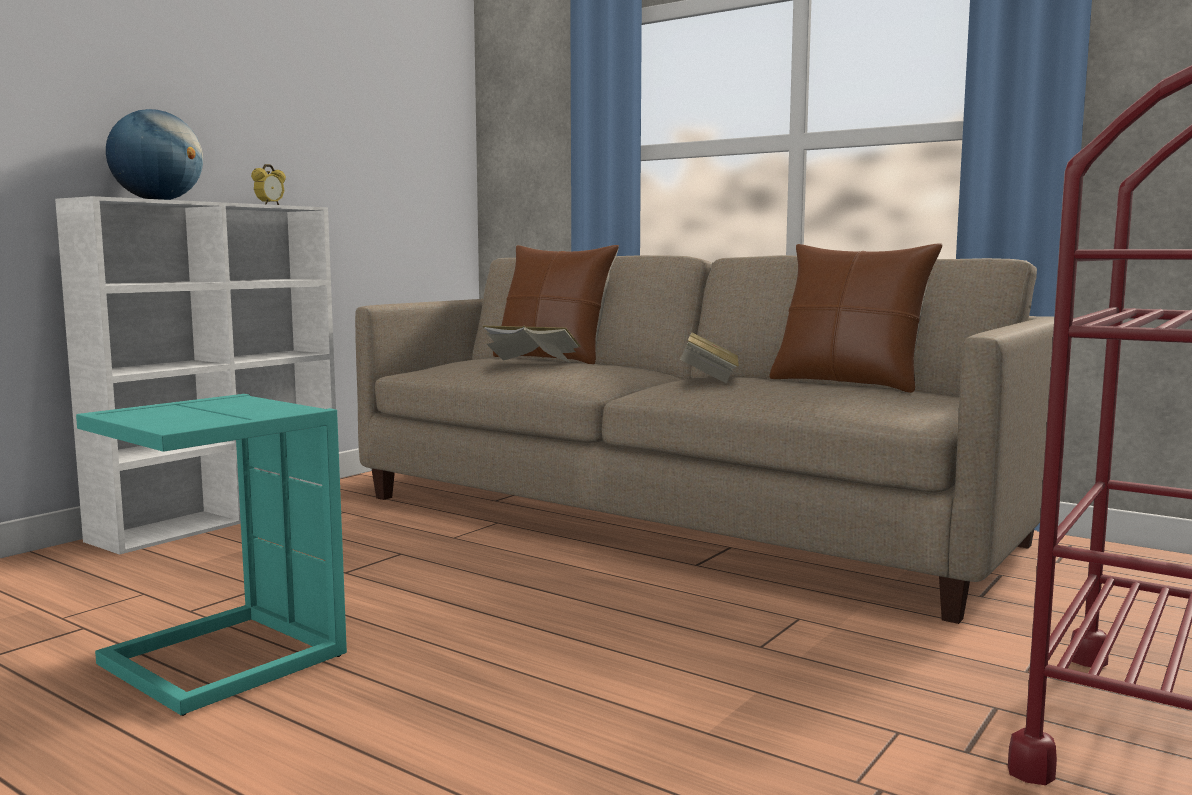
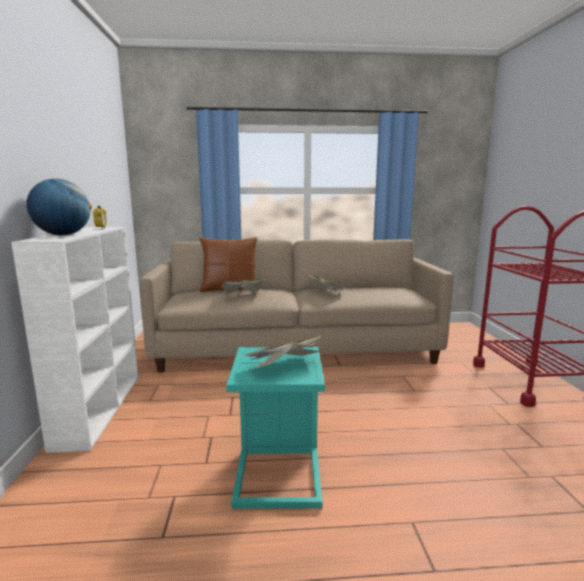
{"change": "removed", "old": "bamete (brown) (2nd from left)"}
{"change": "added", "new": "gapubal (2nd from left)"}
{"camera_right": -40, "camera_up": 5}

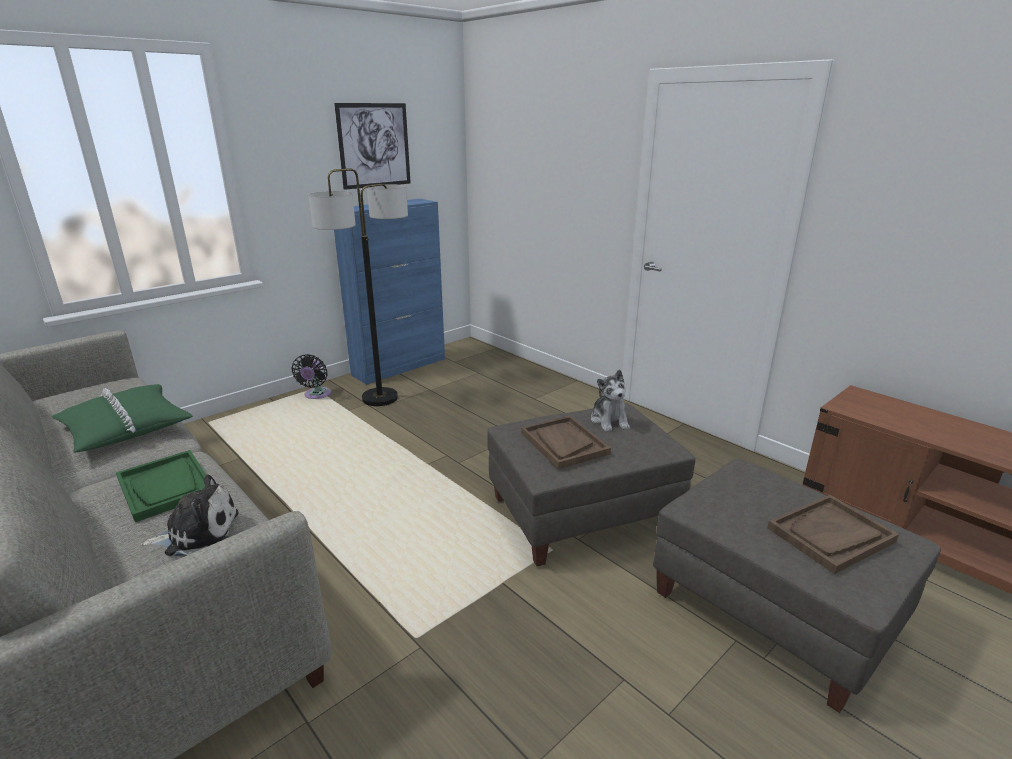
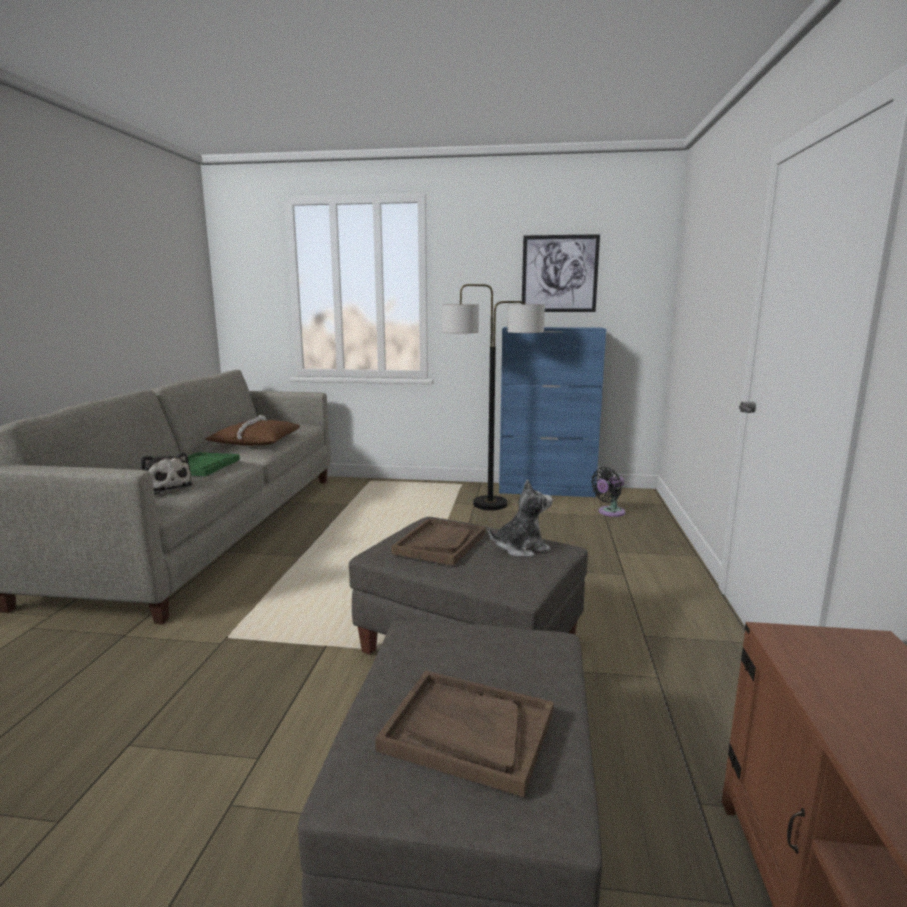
{"change": "recoloured", "old": "bamete (green)", "new": "bamete (brown)"}
{"change": "moved", "old": "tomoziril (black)"}
{"change": "turned", "old": "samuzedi (2nd from left)", "degrees": -150}
{"camera_right": 50, "camera_up": -10}

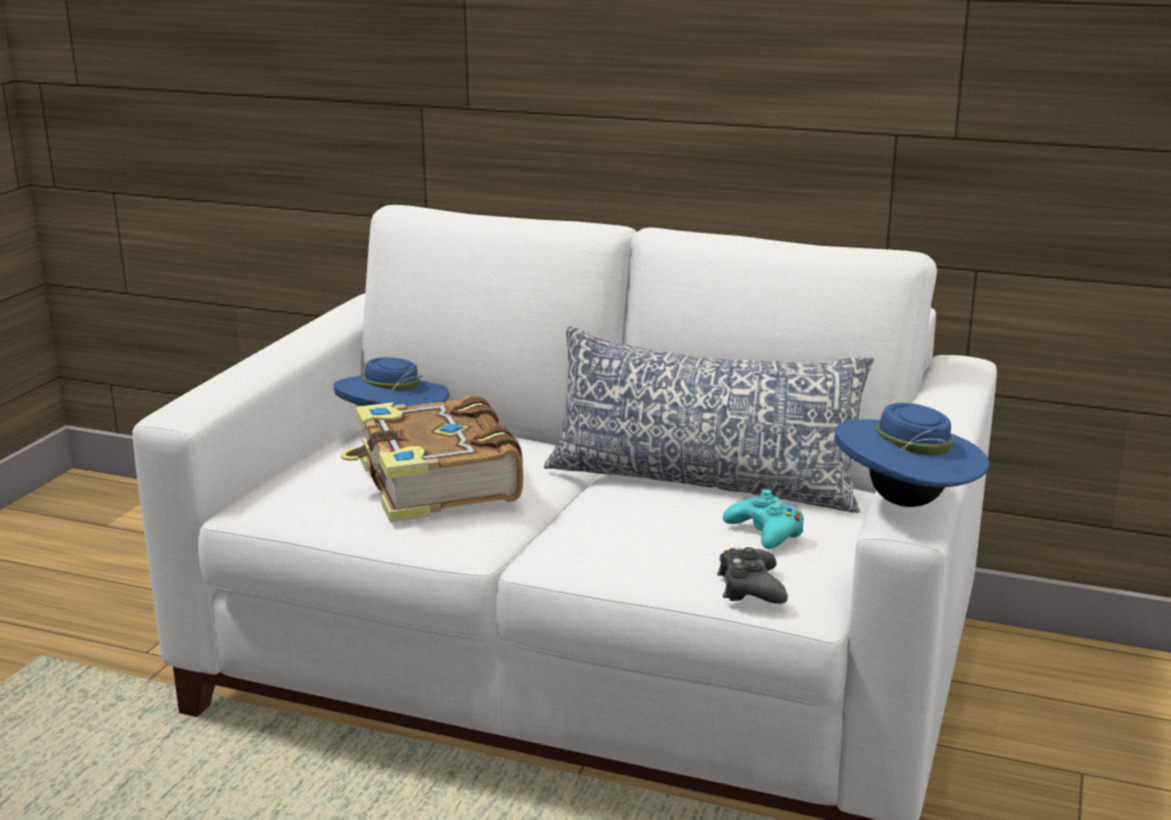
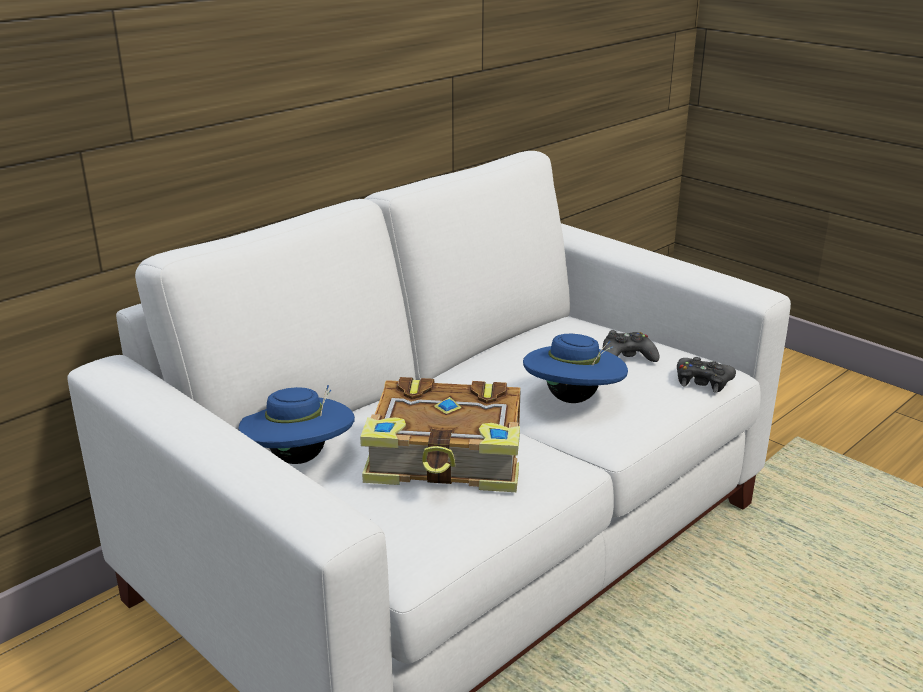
{"change": "removed", "old": "bamete"}
{"change": "recoloured", "old": "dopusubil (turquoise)", "new": "dopusubil (black) (1st from left)"}
{"change": "moved", "old": "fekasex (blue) (2nd from left)"}
{"camera_right": -65, "camera_up": 5}

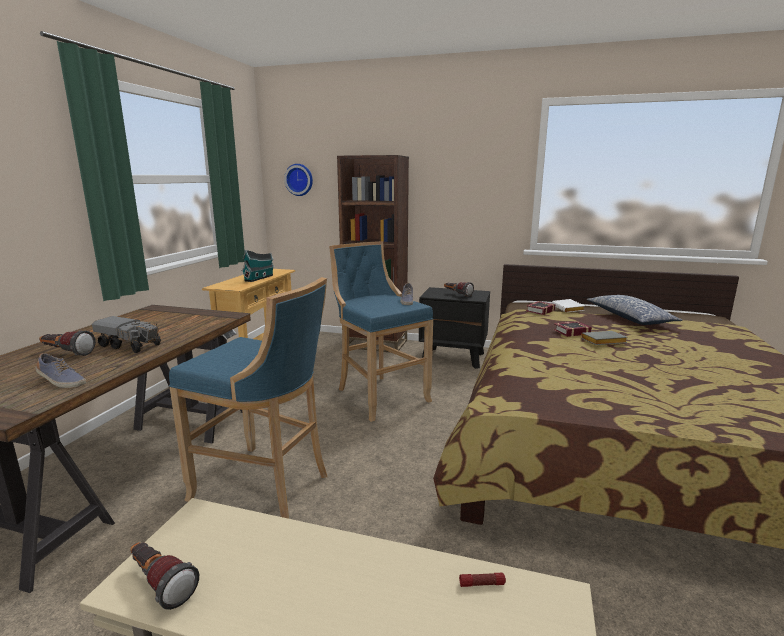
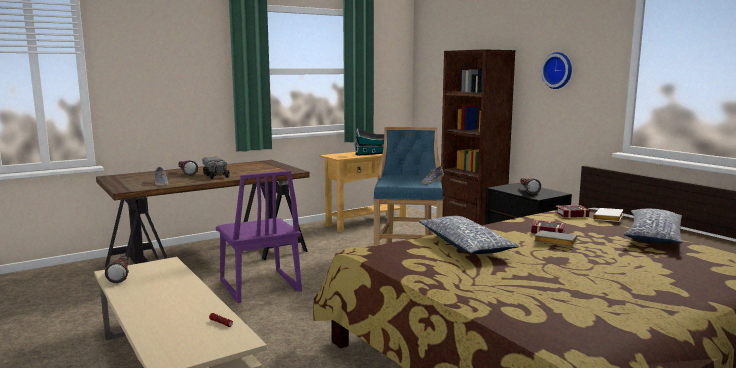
{"change": "replaced", "old": "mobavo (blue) (1st from left)", "new": "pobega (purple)"}
{"change": "moved", "old": "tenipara"}
{"change": "added", "new": "bamete (1st from left)"}
{"camera_right": 40, "camera_up": -5}

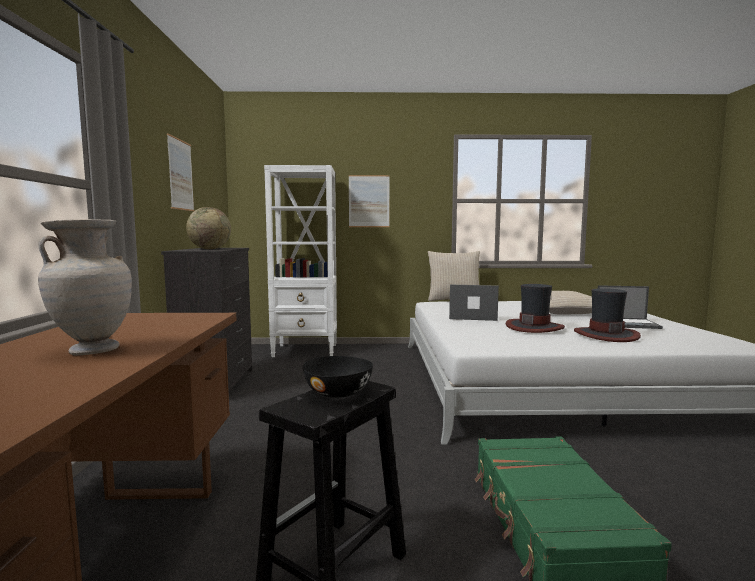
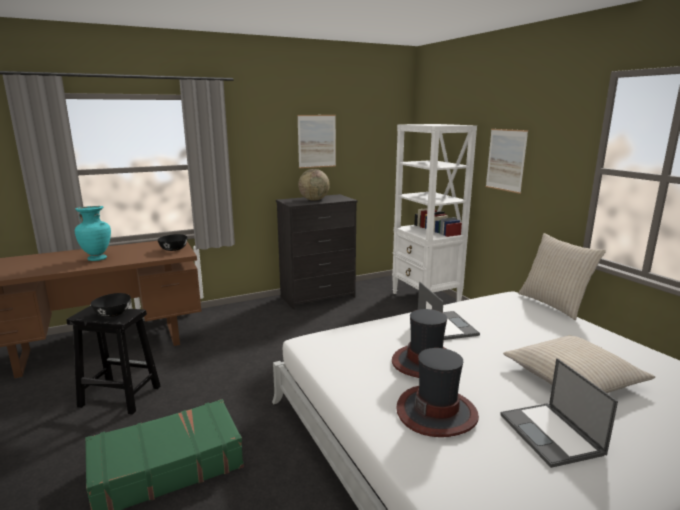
{"change": "recoloured", "old": "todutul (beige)", "new": "todutul (turquoise)"}
{"change": "added", "new": "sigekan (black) (2nd from left)"}
{"camera_right": 65, "camera_up": 10}

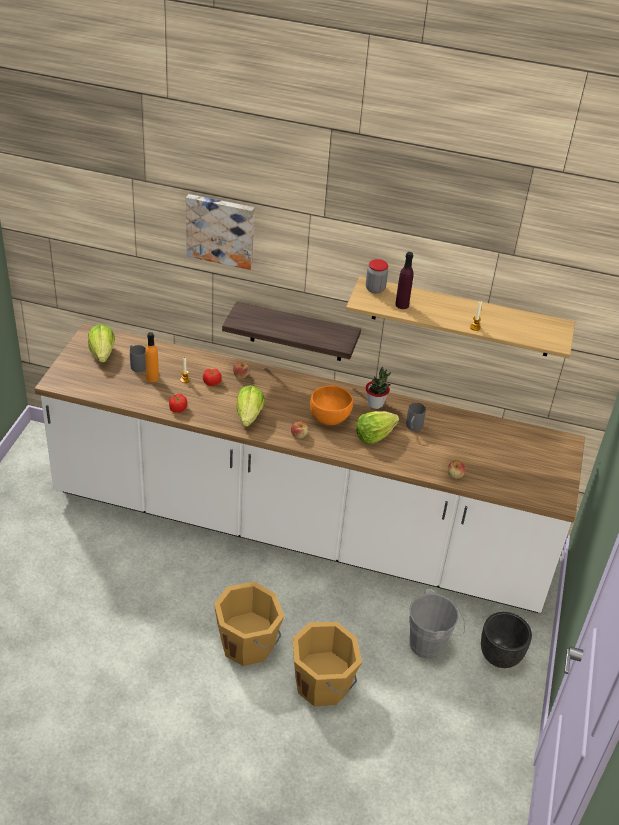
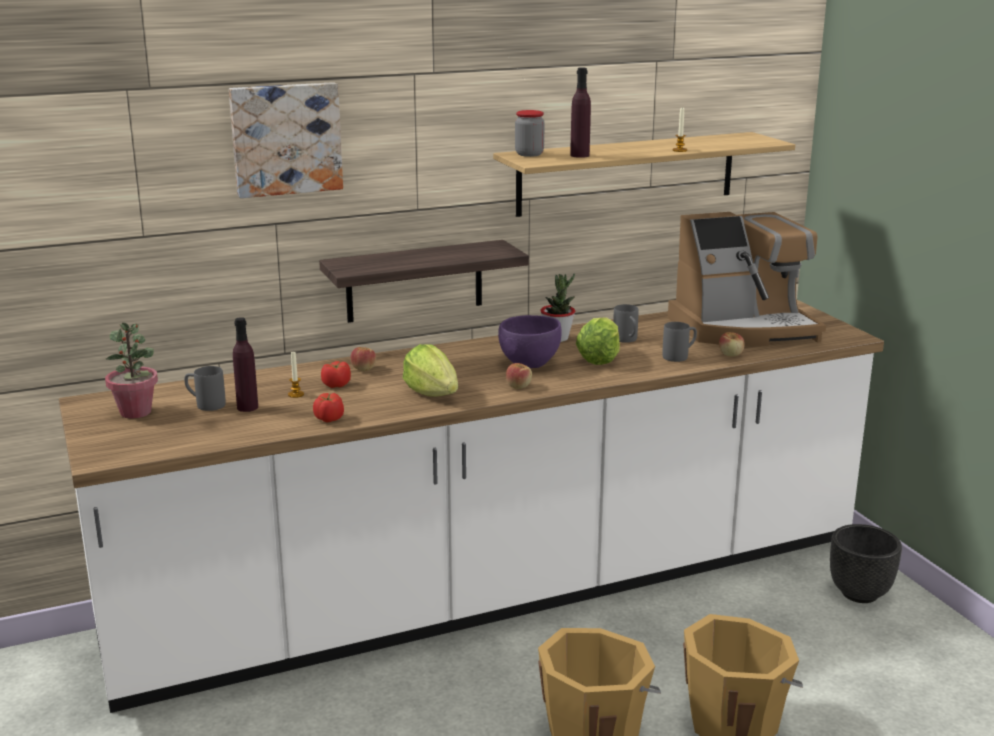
{"change": "replaced", "old": "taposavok (1st from left)", "new": "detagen (1st from left)"}
{"change": "recoloured", "old": "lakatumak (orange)", "new": "lakatumak (purple) (1st from left)"}
{"change": "recoloured", "old": "sigekan (orange)", "new": "sigekan (purple)"}
{"change": "removed", "old": "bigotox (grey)"}
{"change": "added", "new": "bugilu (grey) (3rd from left)"}
{"change": "added", "new": "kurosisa"}
{"camera_right": -35, "camera_up": -20}

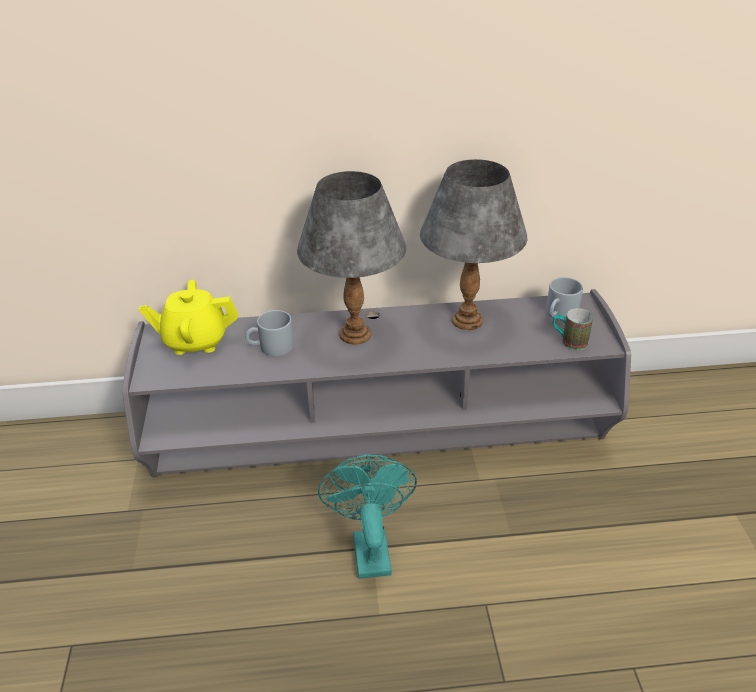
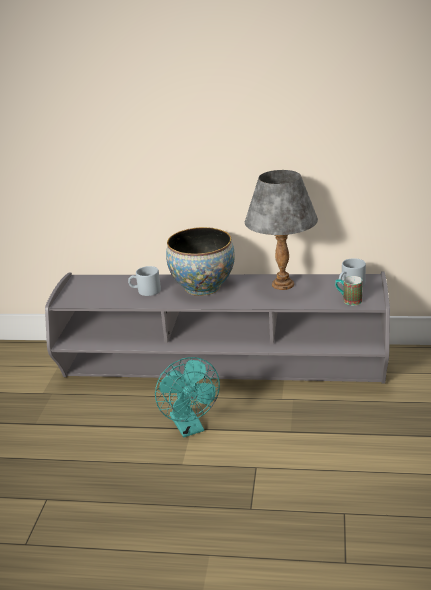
{"change": "removed", "old": "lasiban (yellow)"}
{"change": "replaced", "old": "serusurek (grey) (1st from left)", "new": "sigekan"}
{"change": "turned", "old": "tomoziril (turquoise)", "degrees": 150}
{"camera_right": 15, "camera_up": -10}

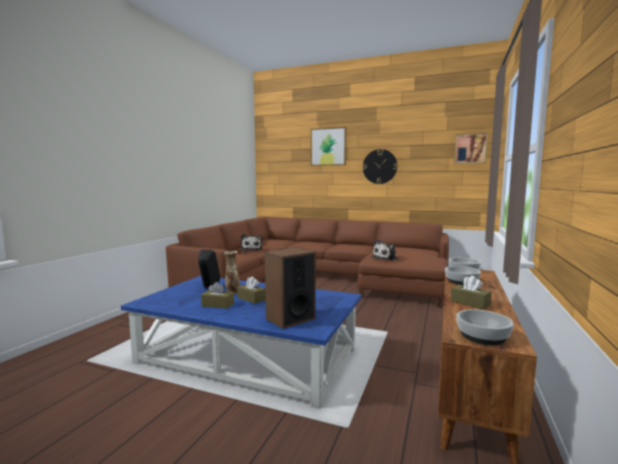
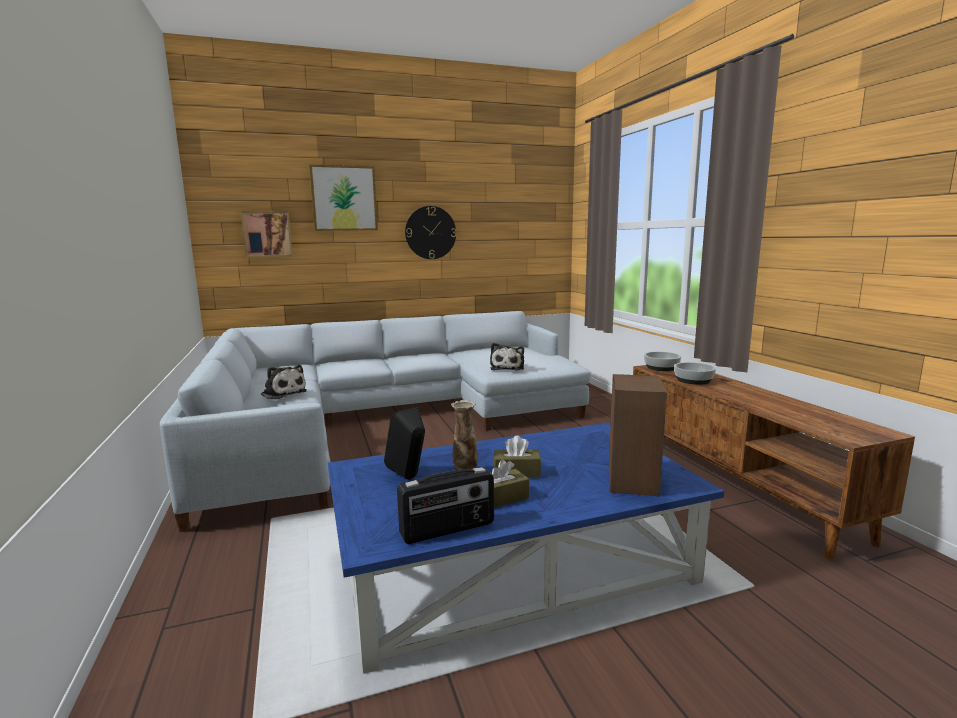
{"change": "recoloured", "old": "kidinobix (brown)", "new": "kidinobix (grey)"}
{"change": "removed", "old": "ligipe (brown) (3rd from left)"}
{"change": "moved", "old": "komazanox (2nd from left in the first image)", "new": "komazanox (1st from left)"}
{"change": "removed", "old": "sigekan (3rd from left)"}
{"change": "added", "new": "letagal"}
{"camera_right": -40, "camera_up": 5}

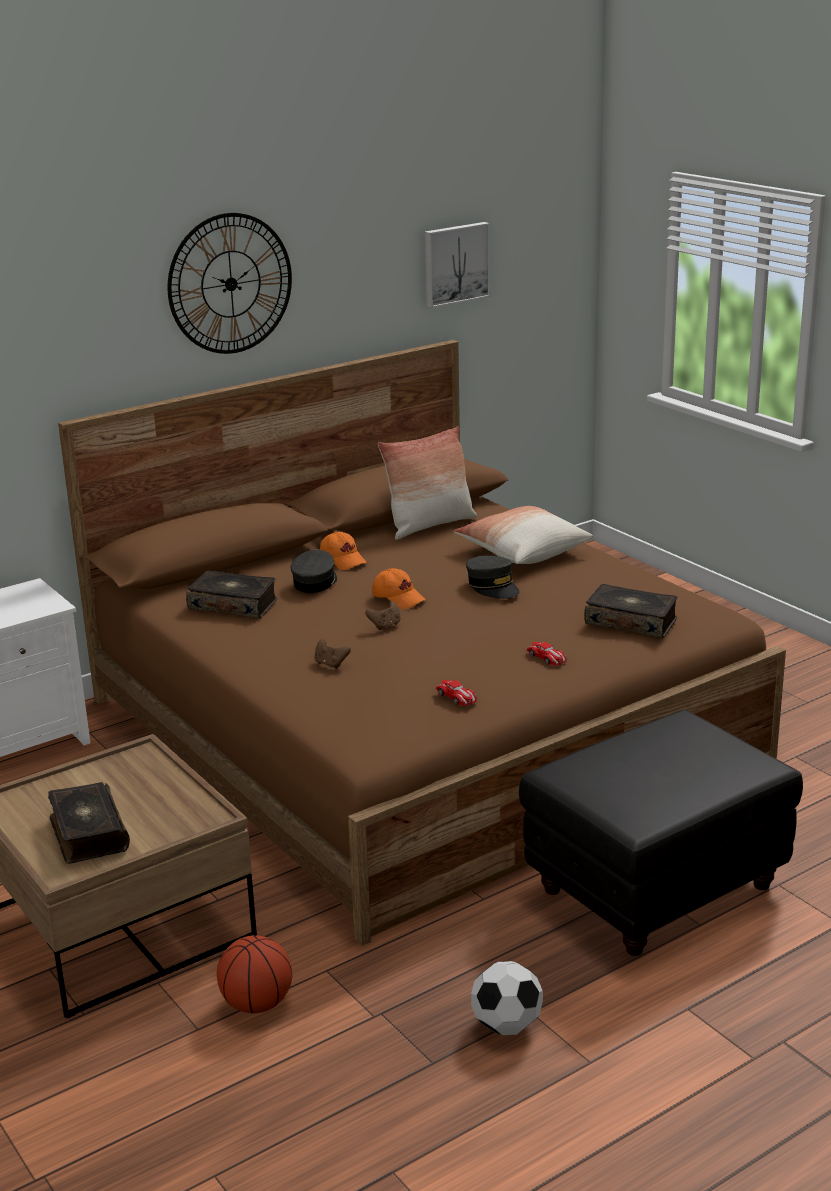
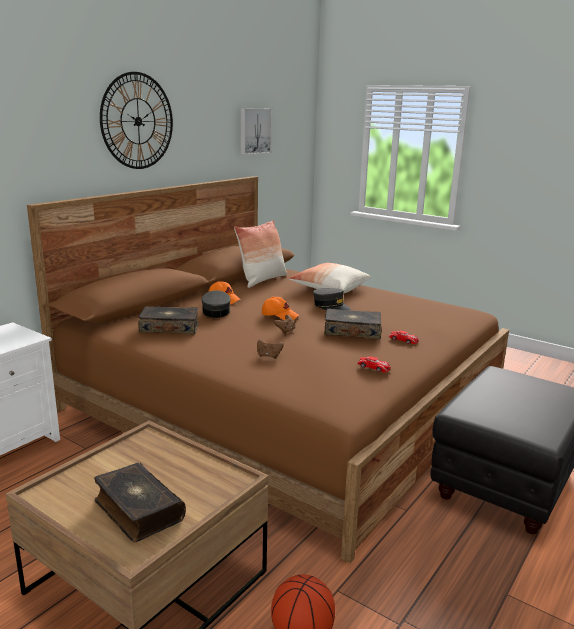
{"change": "removed", "old": "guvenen"}
{"change": "moved", "old": "gapubal (3rd from left)"}
{"camera_right": -20, "camera_up": -5}

